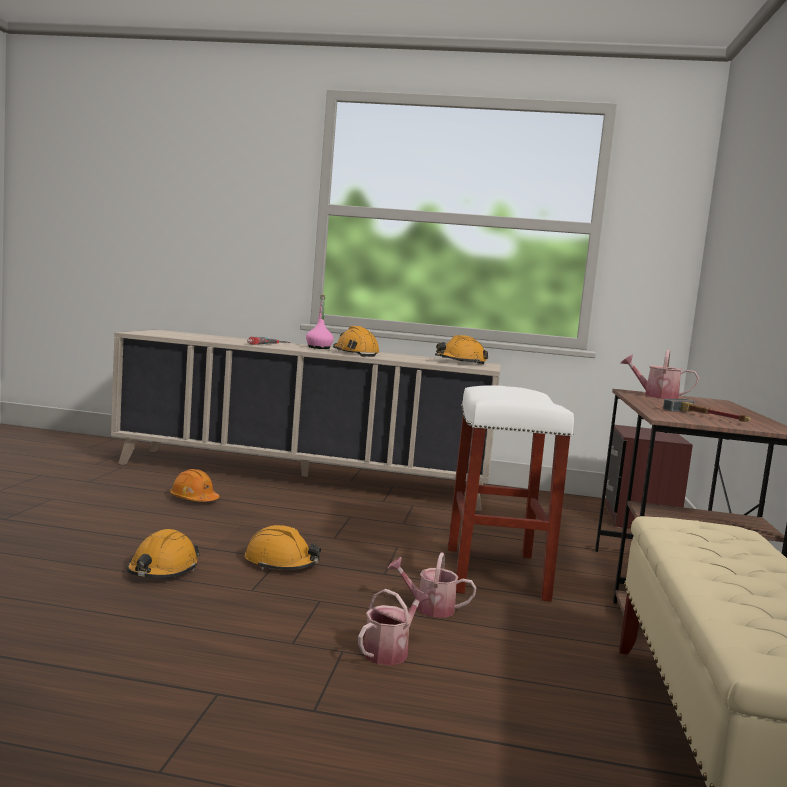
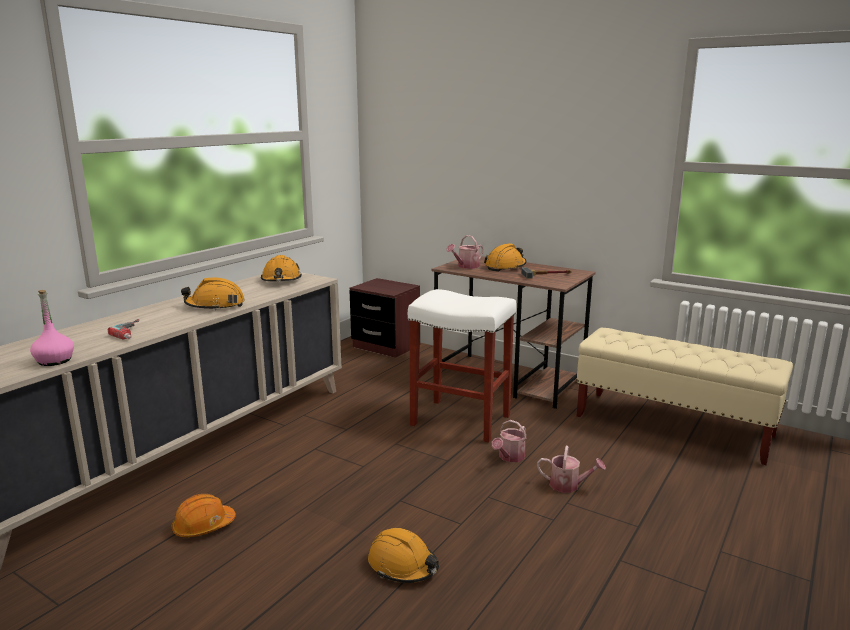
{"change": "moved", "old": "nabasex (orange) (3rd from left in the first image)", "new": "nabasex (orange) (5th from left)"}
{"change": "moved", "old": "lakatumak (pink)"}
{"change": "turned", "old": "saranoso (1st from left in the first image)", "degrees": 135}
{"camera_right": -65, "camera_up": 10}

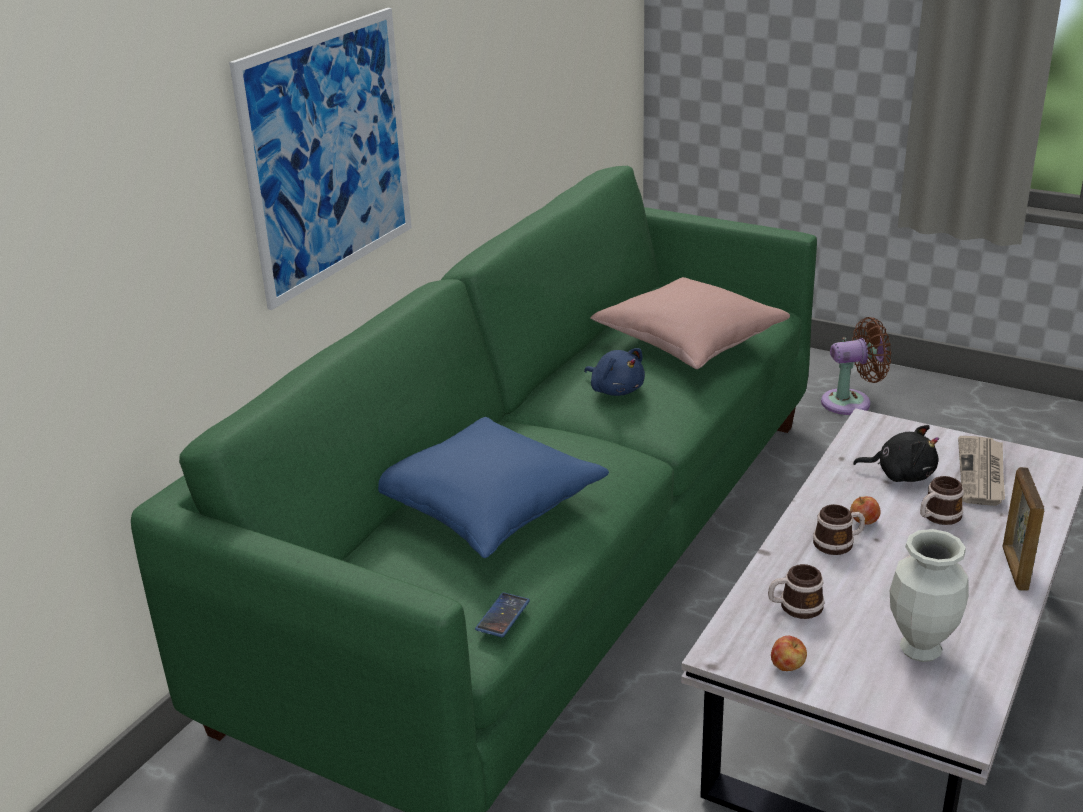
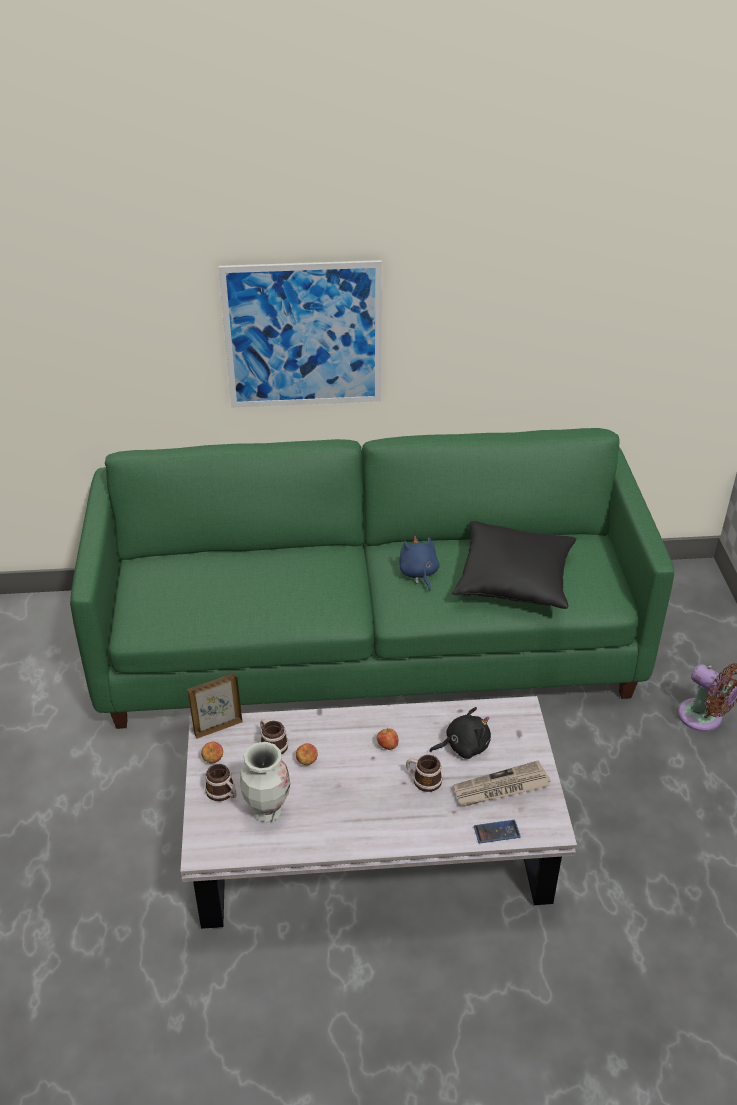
{"change": "removed", "old": "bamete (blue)"}
{"change": "moved", "old": "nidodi"}
{"change": "turned", "old": "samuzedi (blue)", "degrees": 150}
{"change": "recoloured", "old": "bamete (pink)", "new": "bamete (black)"}
{"change": "moved", "old": "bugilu (2nd from left in the first image)", "new": "bugilu (1st from left)"}
{"change": "turned", "old": "samuzedi (black)", "degrees": -90}
{"change": "moved", "old": "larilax"}
{"change": "added", "new": "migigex (2nd from left)"}
{"camera_right": 55, "camera_up": 10}

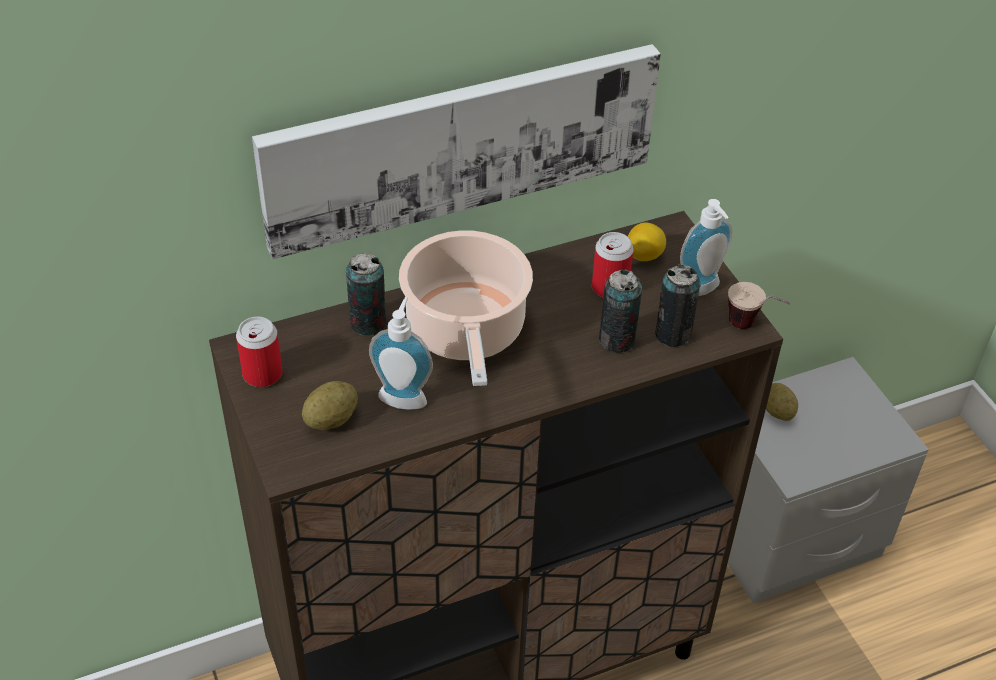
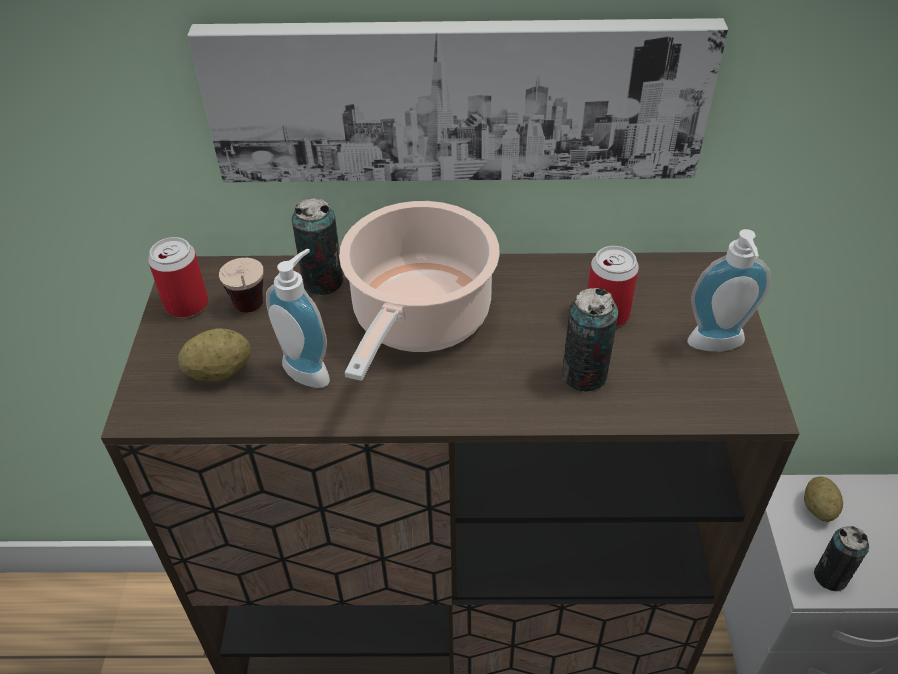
{"change": "removed", "old": "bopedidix"}
{"change": "moved", "old": "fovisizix (5th from left)"}
{"change": "moved", "old": "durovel"}
{"camera_right": 25, "camera_up": 0}

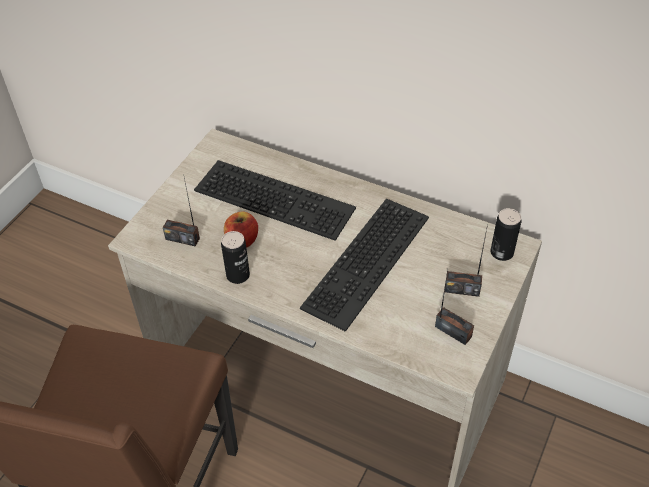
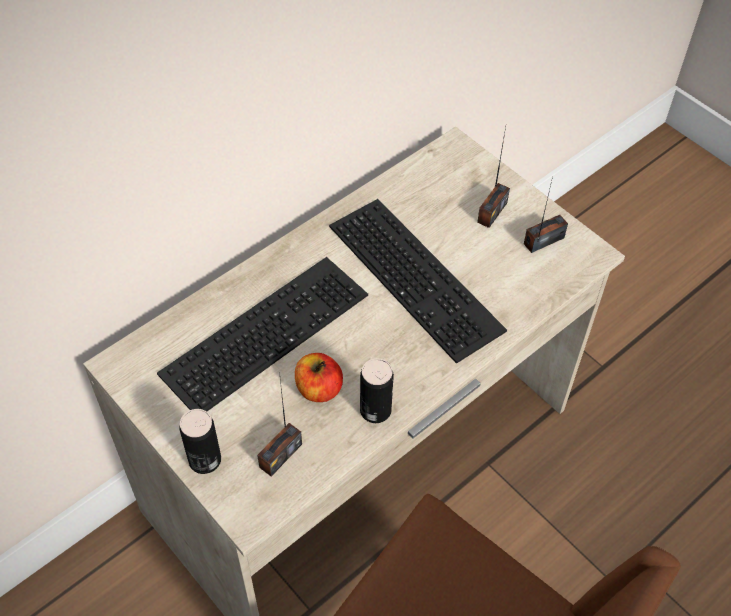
{"change": "moved", "old": "fovisizix (2nd from left in the first image)", "new": "fovisizix (1st from left)"}
{"camera_right": -70, "camera_up": 5}

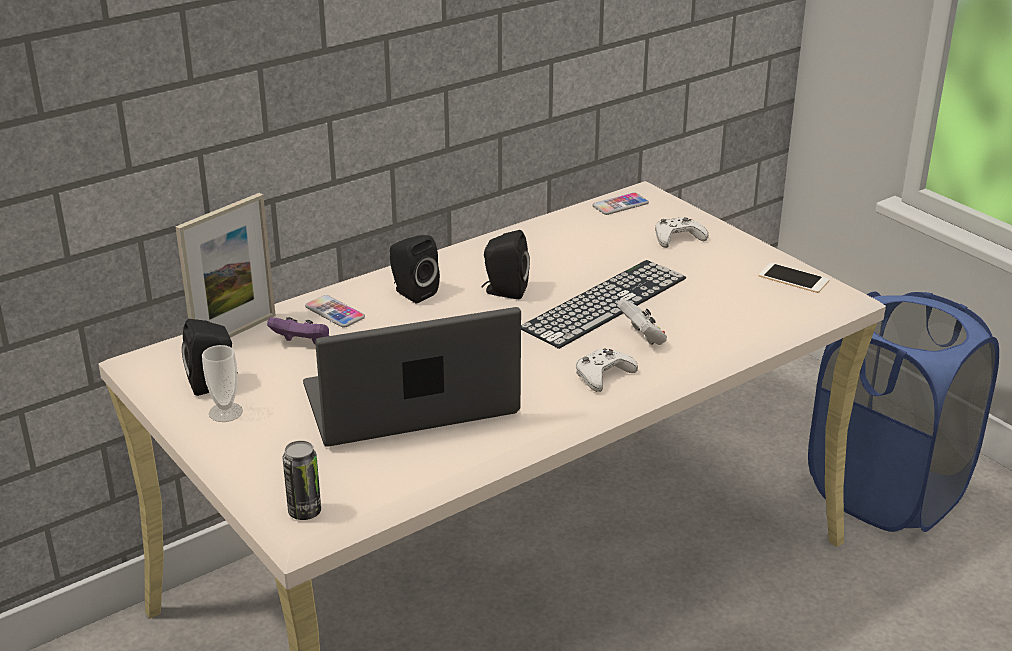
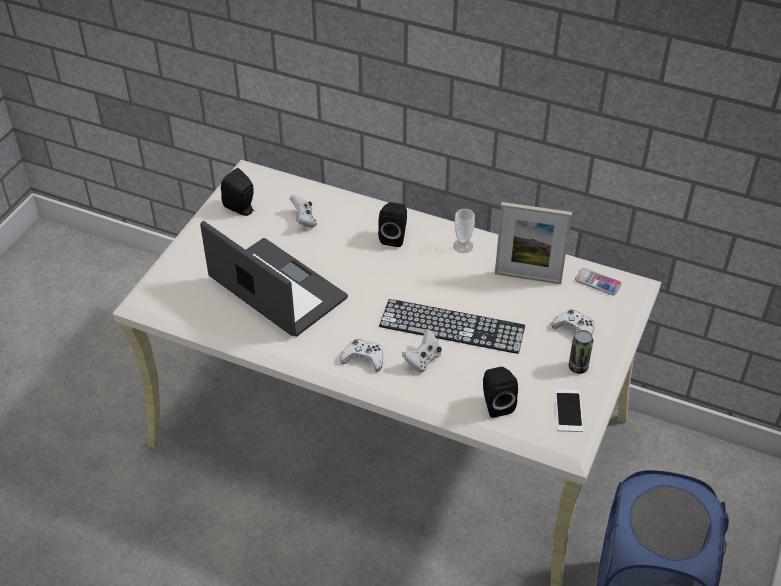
{"change": "moved", "old": "larilax"}
{"change": "moved", "old": "durovel"}
{"change": "recoloured", "old": "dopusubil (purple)", "new": "dopusubil (white) (1st from left)"}
{"change": "moved", "old": "fovisizix"}
{"change": "removed", "old": "nidodi (1st from left)"}
{"change": "moved", "old": "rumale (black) (3rd from left)"}
{"camera_right": 60, "camera_up": 15}

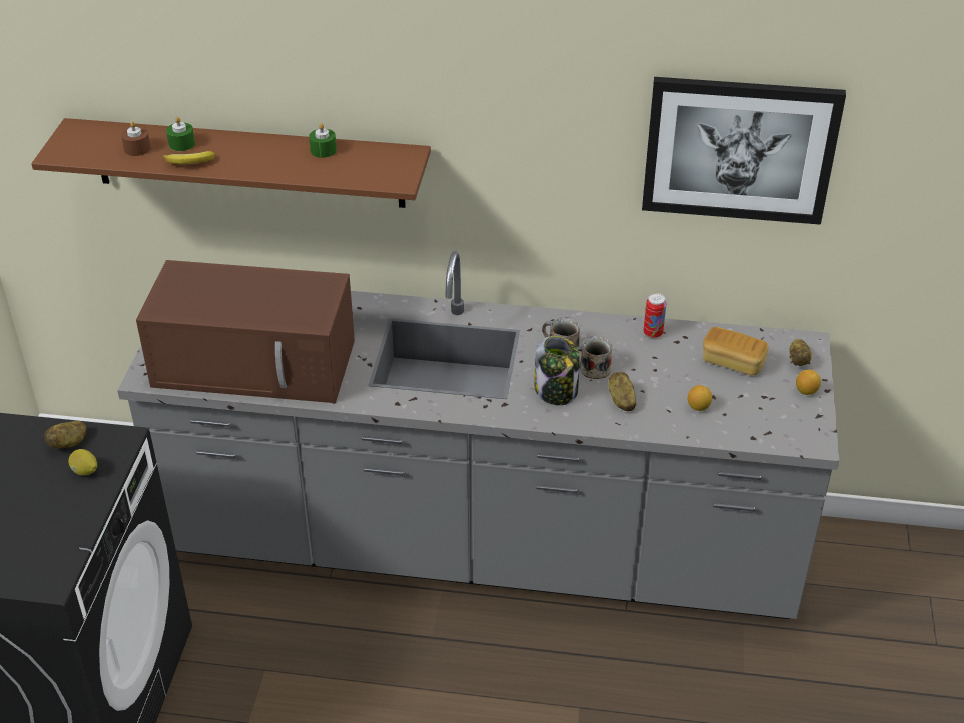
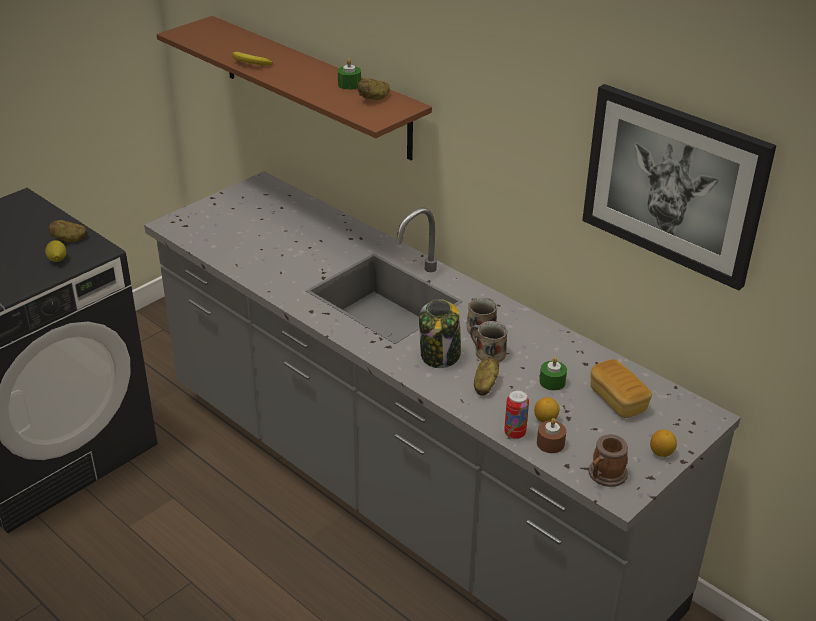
{"change": "moved", "old": "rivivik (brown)"}
{"change": "removed", "old": "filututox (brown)"}
{"change": "moved", "old": "rivivik (green) (1st from left in the first image)", "new": "rivivik (green) (2nd from left)"}
{"change": "moved", "old": "fovisizix"}
{"change": "moved", "old": "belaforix (3rd from left in the first image)", "new": "belaforix (2nd from left)"}
{"change": "added", "new": "bugilu (3rd from left)"}
{"camera_right": 35, "camera_up": -5}

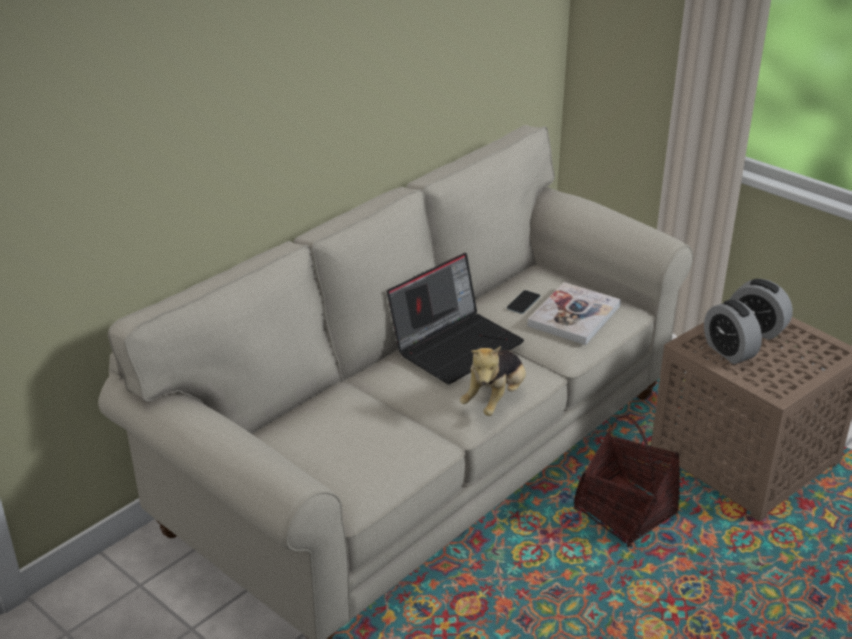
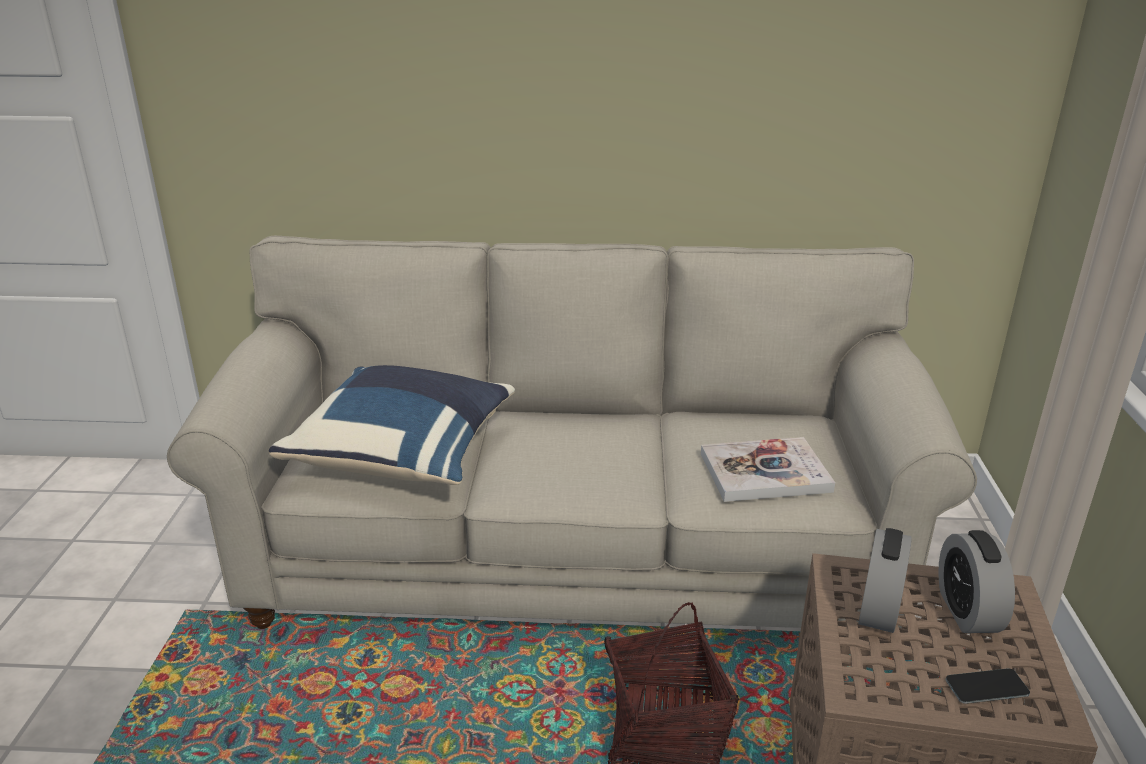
{"change": "removed", "old": "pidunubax"}
{"change": "removed", "old": "samuzedi"}
{"change": "moved", "old": "nidodi"}
{"change": "added", "new": "bamete (blue)"}
{"camera_right": 50, "camera_up": -5}

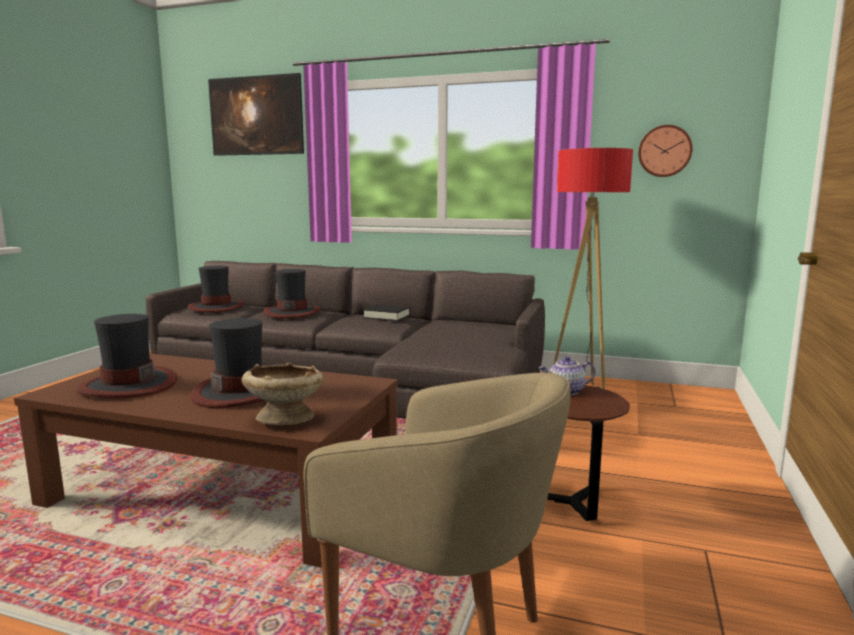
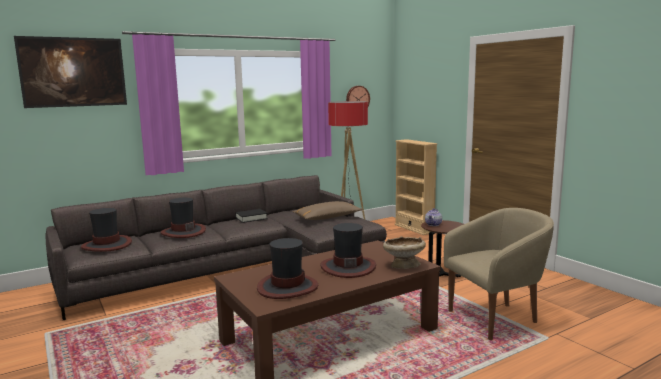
{"change": "added", "new": "bamete (brown)"}
{"change": "added", "new": "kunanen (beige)"}
{"camera_right": -50, "camera_up": 0}

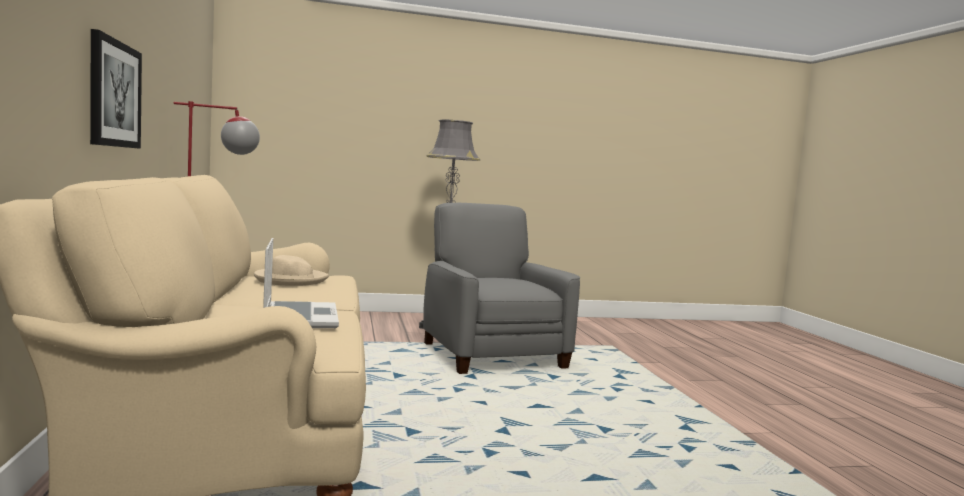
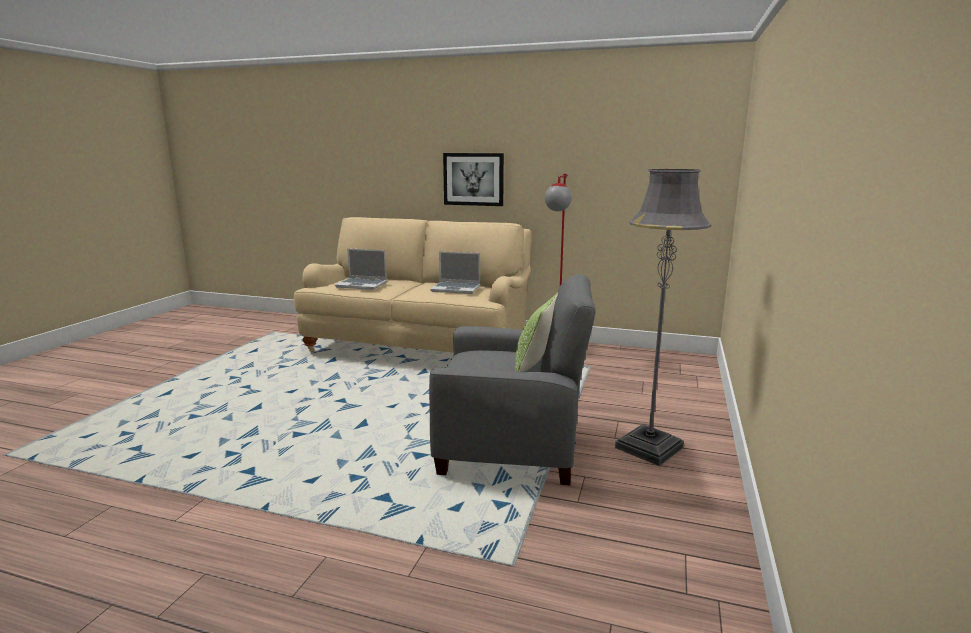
{"change": "replaced", "old": "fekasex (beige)", "new": "pidunubax (2nd from left)"}
{"change": "added", "new": "bamete"}
{"camera_right": 120, "camera_up": 10}

